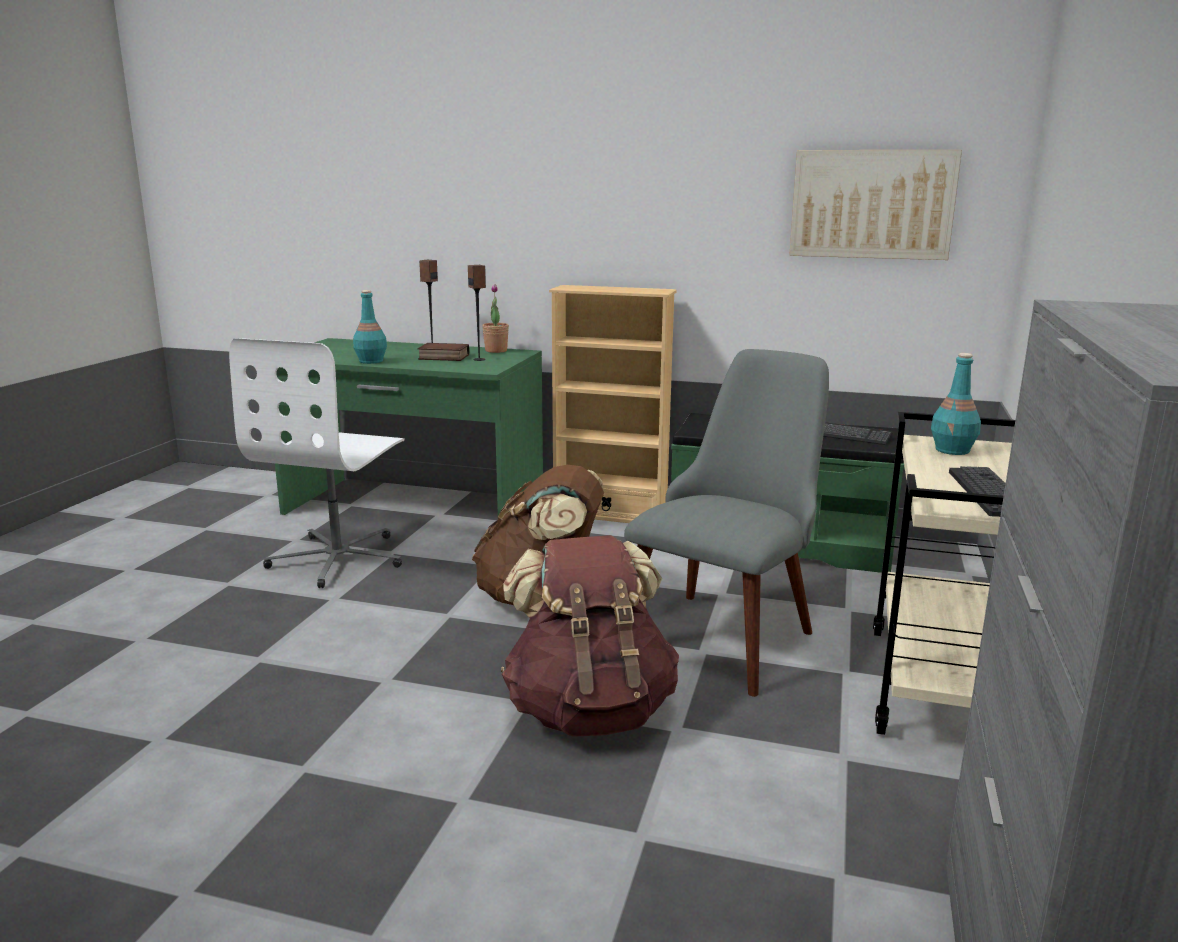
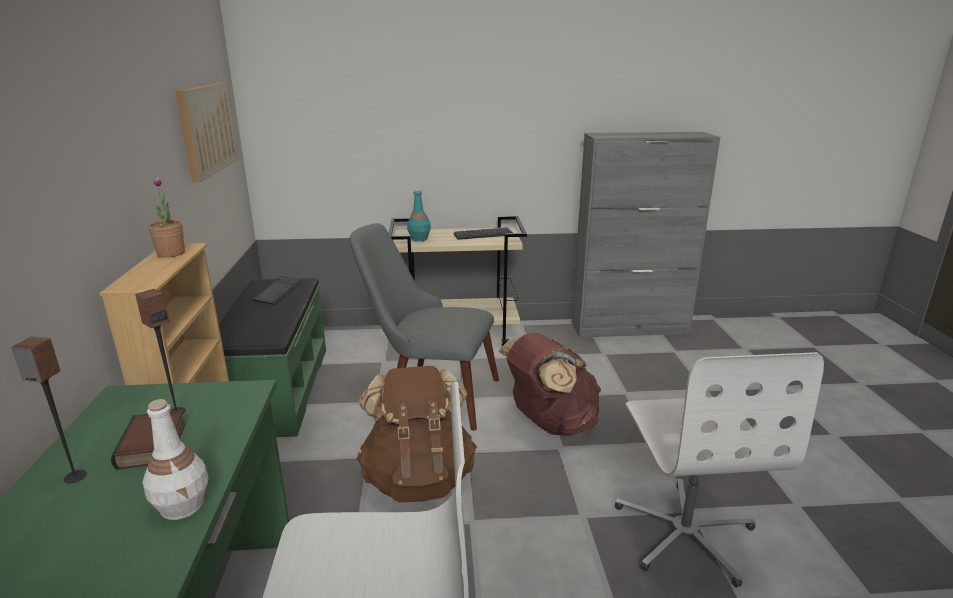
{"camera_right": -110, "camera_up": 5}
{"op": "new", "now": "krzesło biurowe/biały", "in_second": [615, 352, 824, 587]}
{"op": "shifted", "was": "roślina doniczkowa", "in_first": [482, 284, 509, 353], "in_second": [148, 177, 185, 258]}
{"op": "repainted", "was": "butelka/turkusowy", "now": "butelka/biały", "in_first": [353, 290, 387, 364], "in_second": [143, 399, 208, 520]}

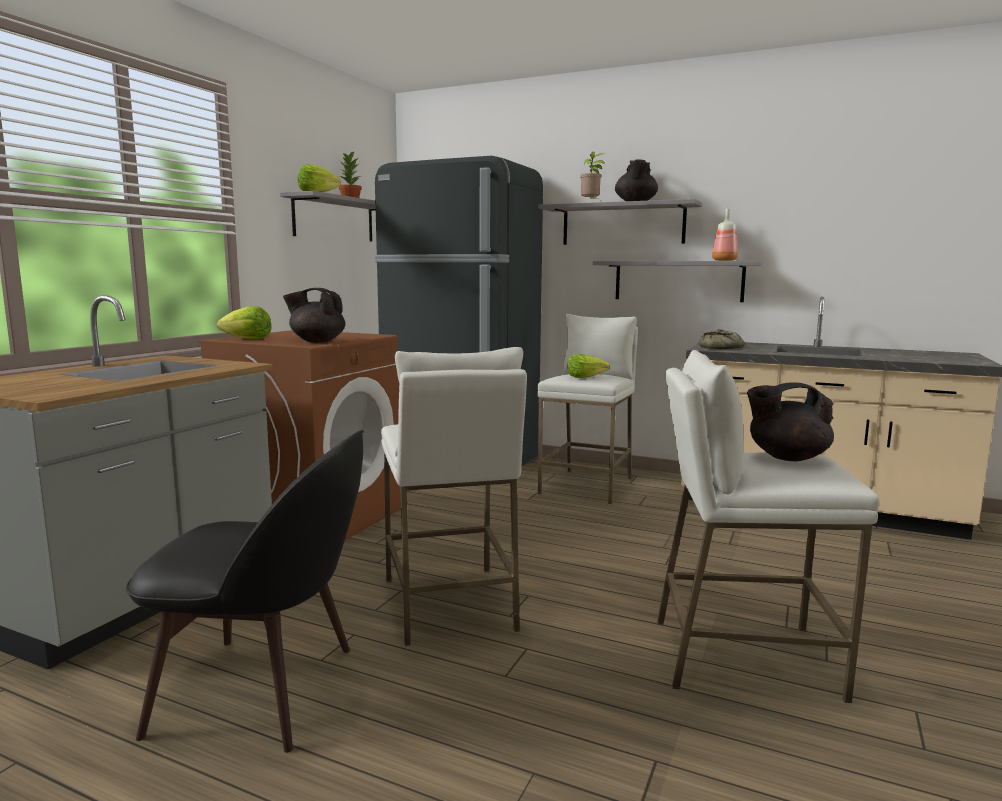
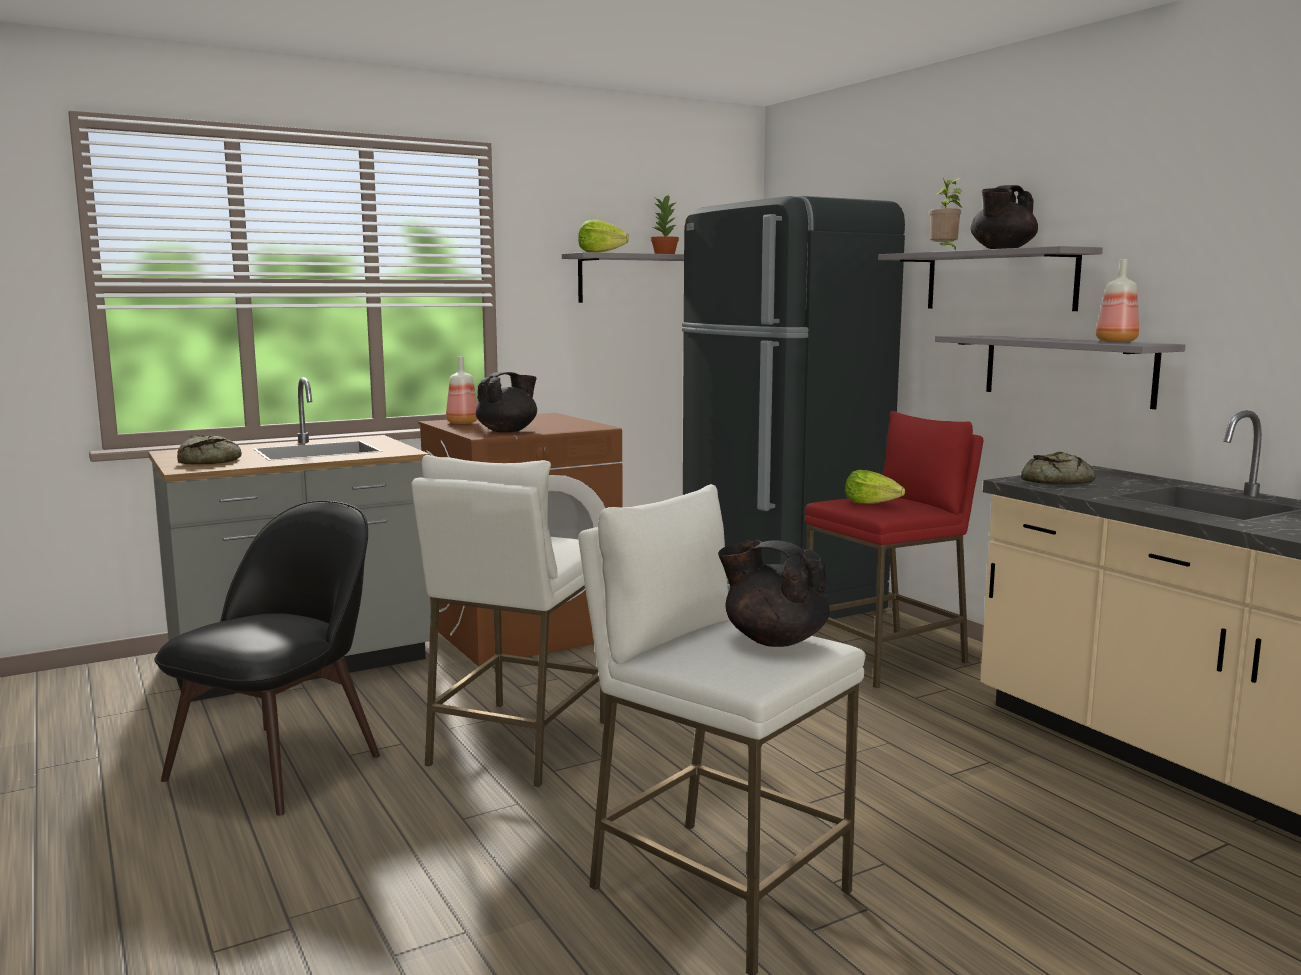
{"camera_right": 35, "camera_up": 0}
{"op": "new", "now": "chleb", "in_second": [177, 435, 241, 465]}
{"op": "swapped", "was": "sałata", "now": "butelka", "in_first": [217, 306, 272, 339], "in_second": [446, 356, 478, 424]}
{"op": "repainted", "was": "stołek/biały", "now": "stołek/czerwony", "in_first": [537, 314, 638, 504], "in_second": [805, 411, 983, 688]}
{"op": "rotated", "was": "krzesło/czarny", "in_first": [126, 430, 364, 753], "in_second": [154, 501, 380, 816], "clockwise": -105}
{"op": "rotated", "was": "imbryk/czarny", "in_first": [283, 288, 345, 343], "in_second": [476, 372, 537, 433], "clockwise": 90}

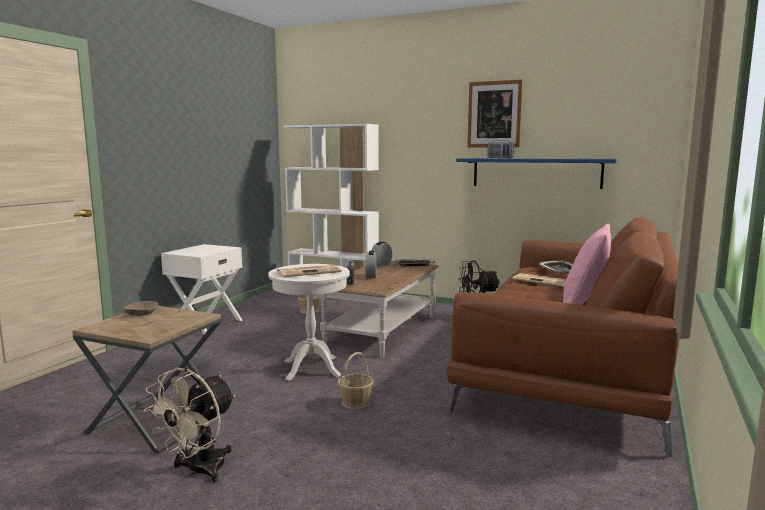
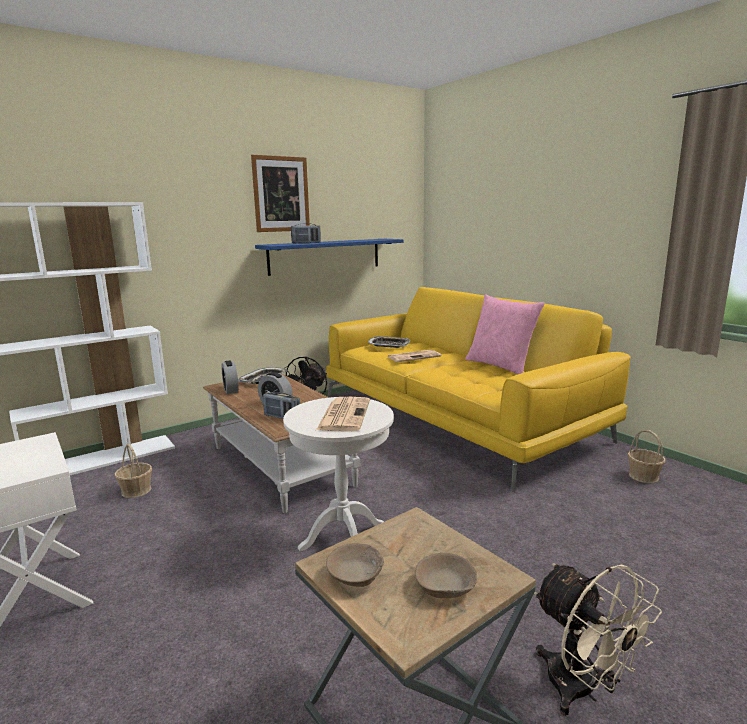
{"camera_right": -60, "camera_up": 5}
{"op": "new", "now": "miska/beżowy", "in_second": [415, 553, 477, 598]}
{"op": "shifted", "was": "koszyk", "in_first": [338, 352, 374, 409], "in_second": [628, 430, 666, 483]}
{"op": "repainted", "was": "kanapa/brązowy", "now": "kanapa/żółty", "in_first": [447, 217, 679, 457], "in_second": [326, 287, 631, 492]}

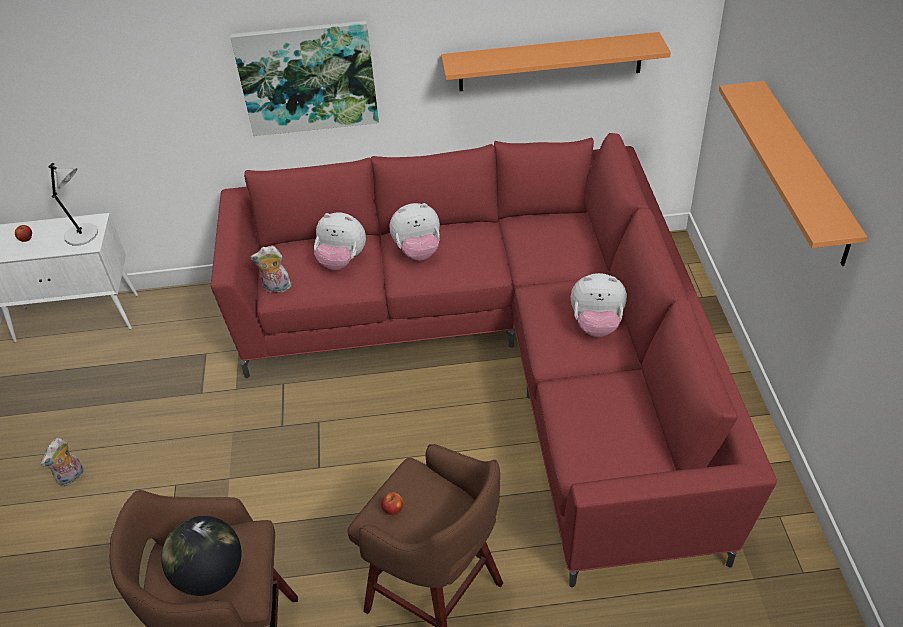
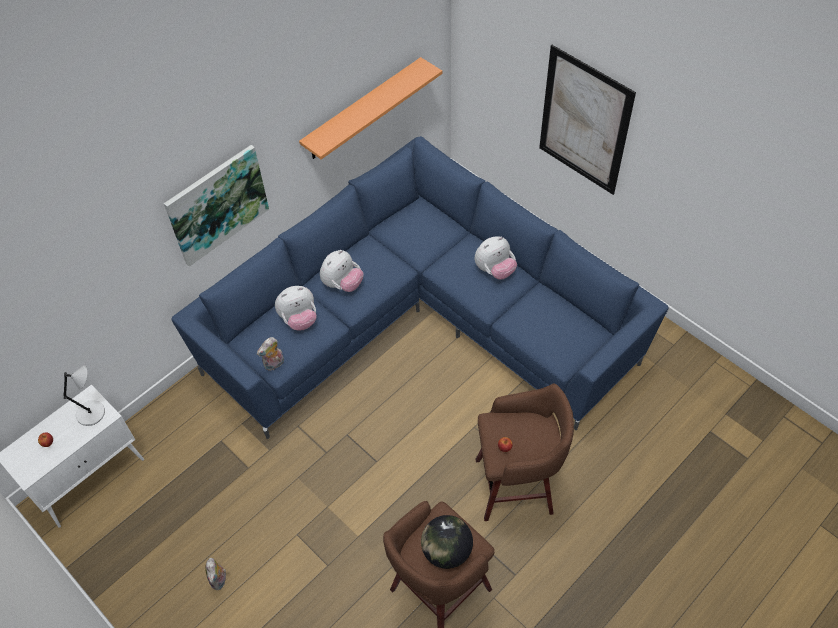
{"camera_right": -40, "camera_up": 10}
{"op": "swapped", "was": "półka/pomarańczowy", "now": "obraz", "in_first": [719, 81, 867, 266], "in_second": [539, 45, 636, 195]}
{"op": "repainted", "was": "kanapa/czerwony", "now": "kanapa/niebieski", "in_first": [211, 133, 777, 587], "in_second": [171, 136, 669, 439]}

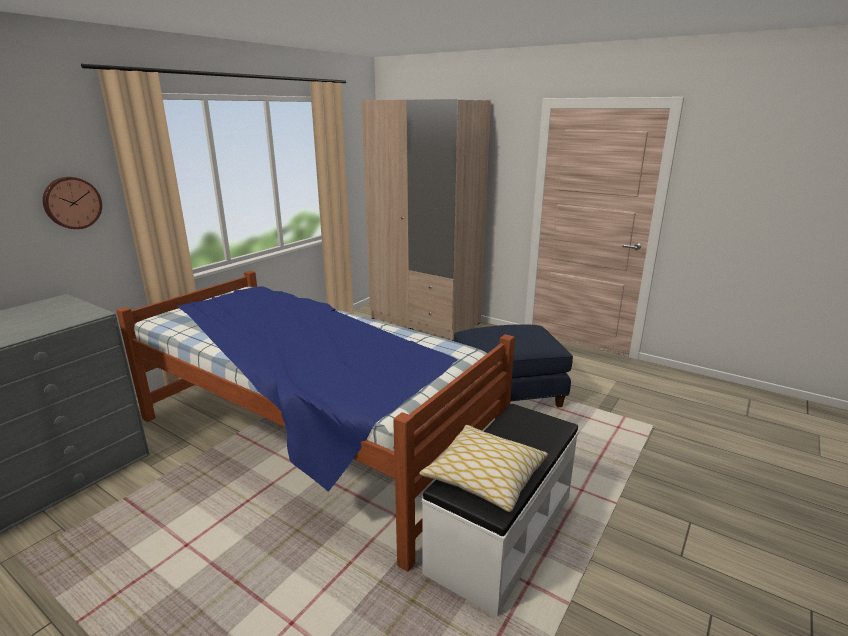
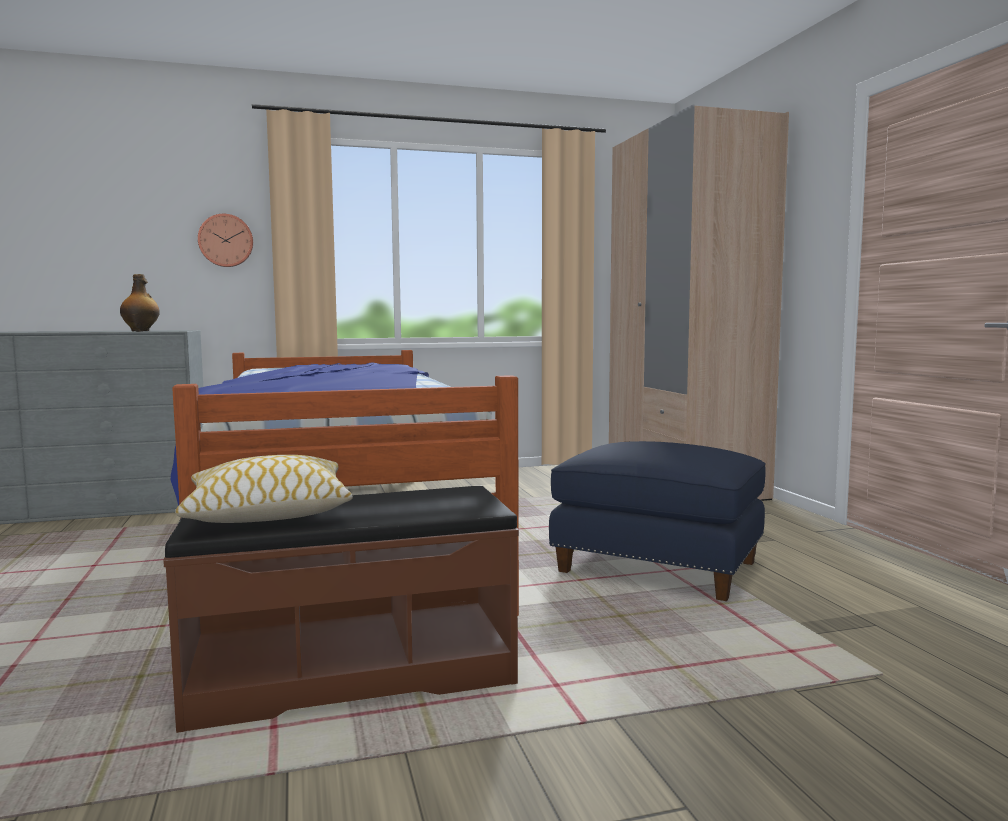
{"camera_right": 40, "camera_up": -15}
{"op": "new", "now": "butelka", "in_second": [120, 274, 160, 331]}
{"op": "repainted", "was": "ławka/biały", "now": "ławka/brązowy", "in_first": [422, 404, 579, 617], "in_second": [163, 486, 519, 733]}

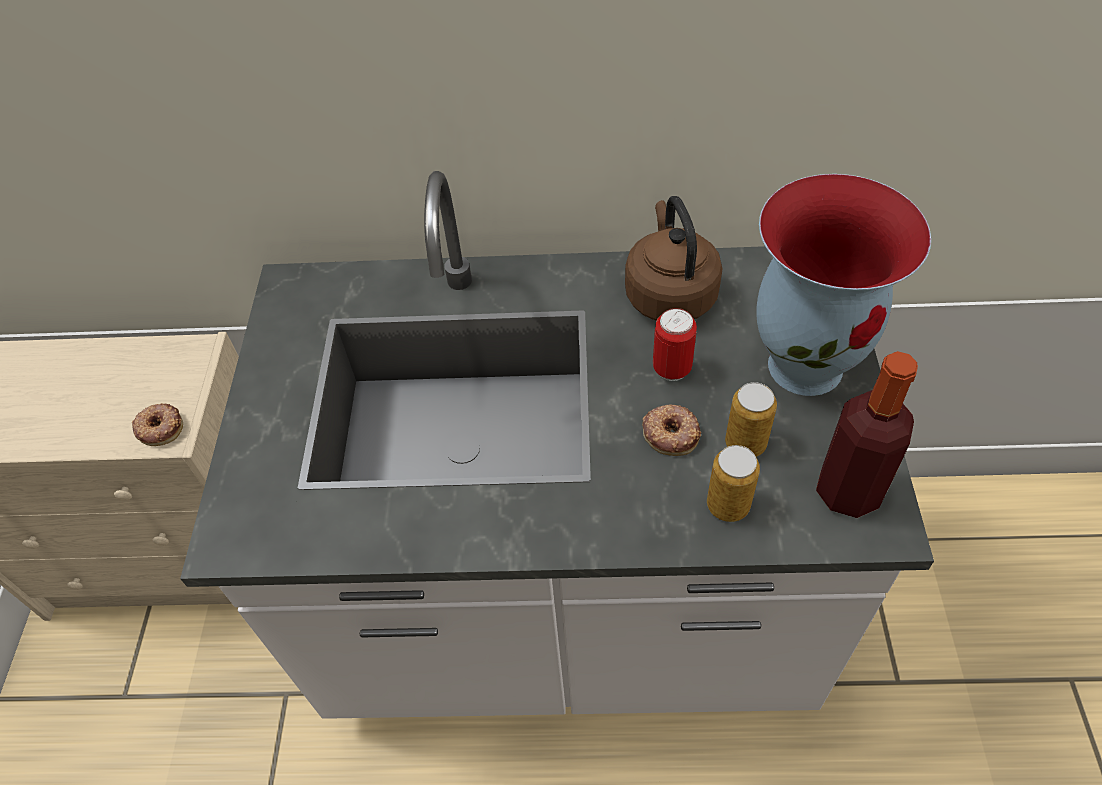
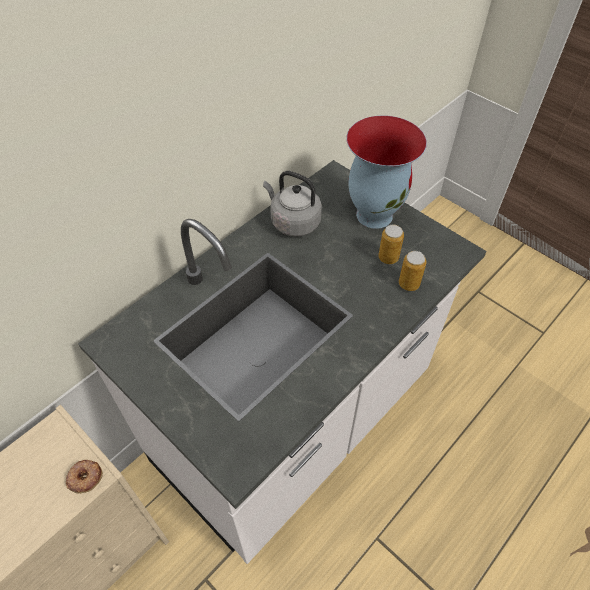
{"camera_right": -50, "camera_up": 0}
{"op": "gone", "was": "donut", "in_first": [642, 405, 701, 456]}
{"op": "gone", "was": "puszka", "in_first": [653, 308, 697, 381]}
{"op": "gone", "was": "butelka", "in_first": [816, 351, 918, 518]}
{"op": "repainted", "was": "czajnik/brązowy", "now": "czajnik/szary", "in_first": [625, 196, 722, 321], "in_second": [263, 171, 322, 237]}

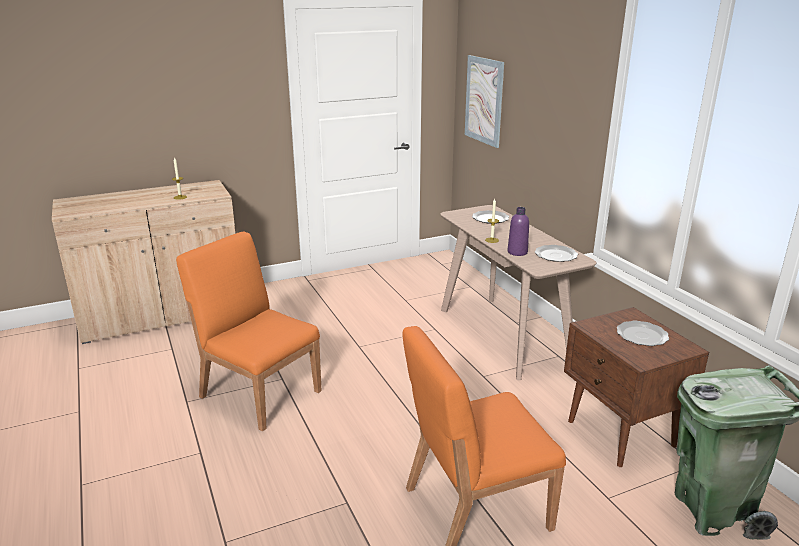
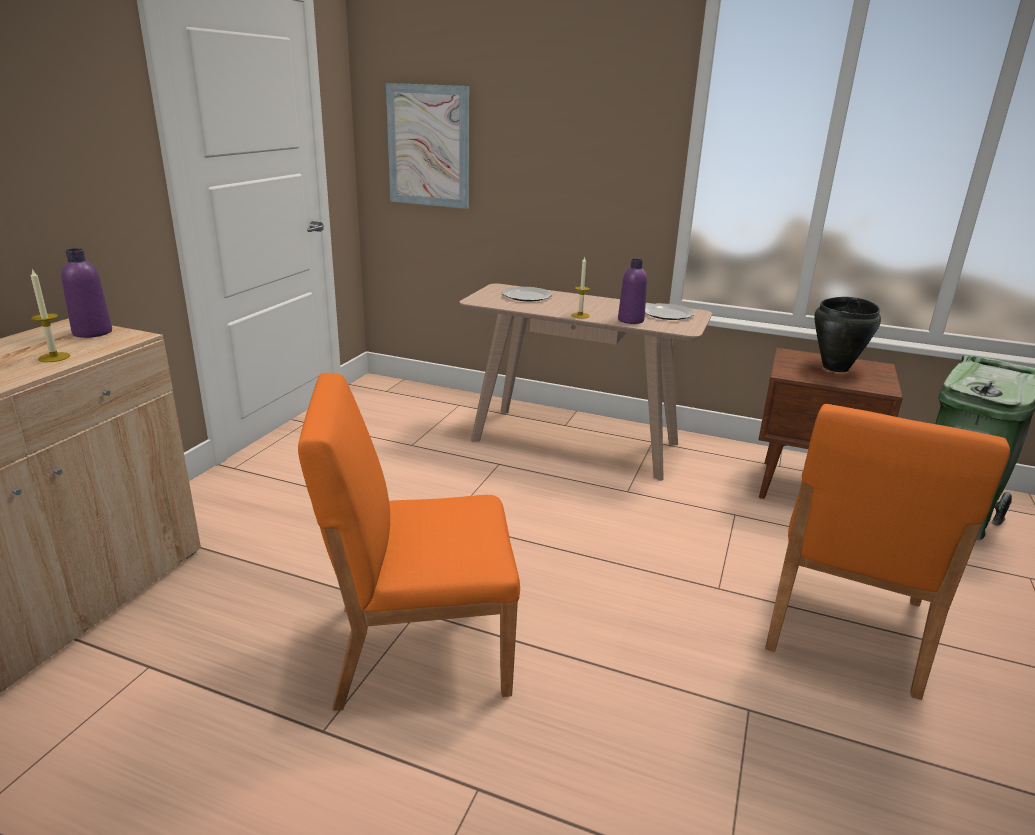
{"camera_right": -45, "camera_up": 0}
{"op": "new", "now": "butelka/fioletowy", "in_second": [61, 248, 112, 338]}
{"op": "swapped", "was": "talerz", "now": "garnek/czarny", "in_first": [617, 321, 669, 346], "in_second": [814, 297, 881, 372]}

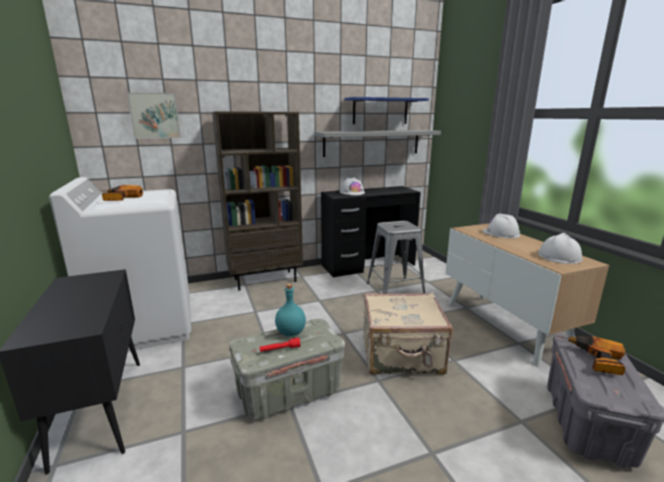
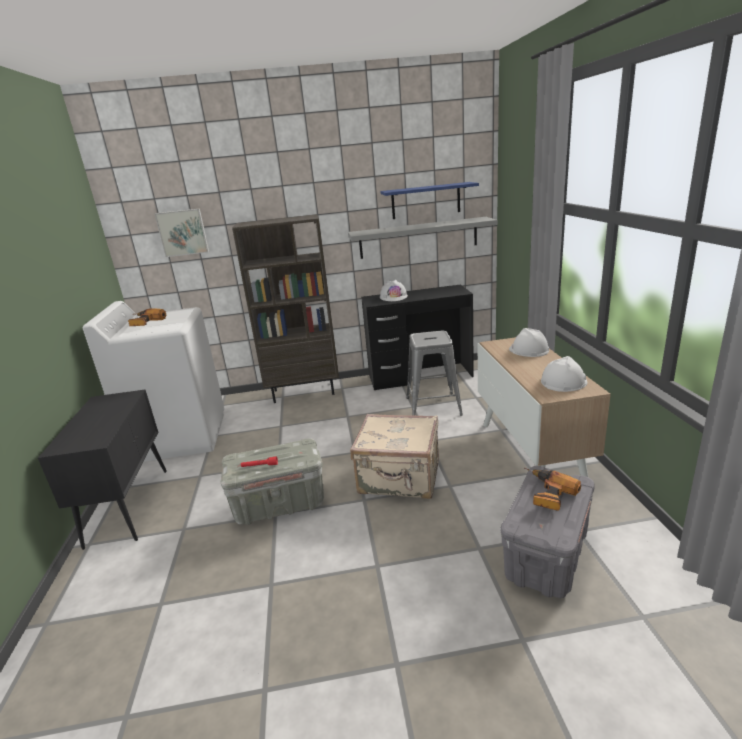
{"camera_right": 15, "camera_up": 5}
{"op": "gone", "was": "butelka/turkusowy", "in_first": [275, 283, 306, 336]}

